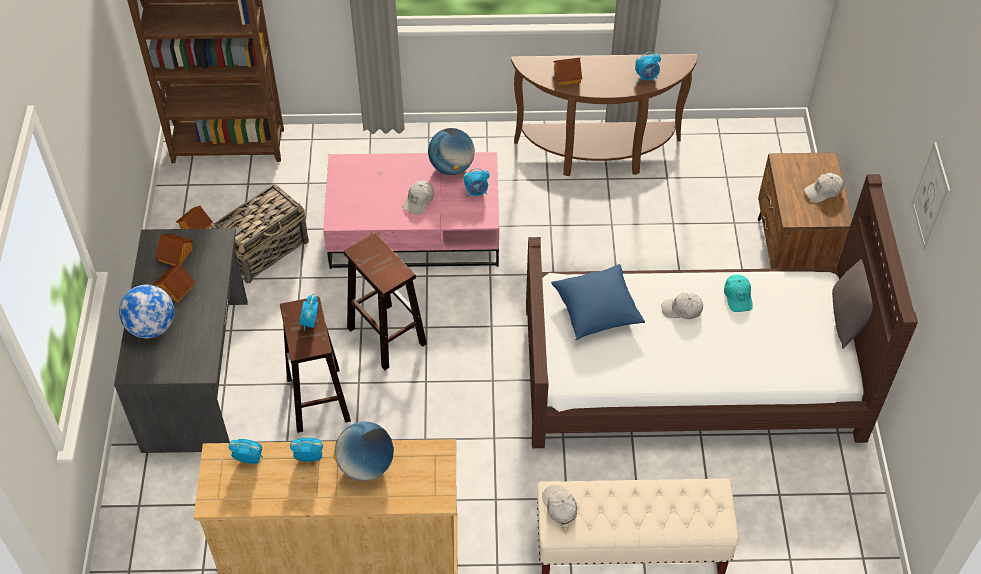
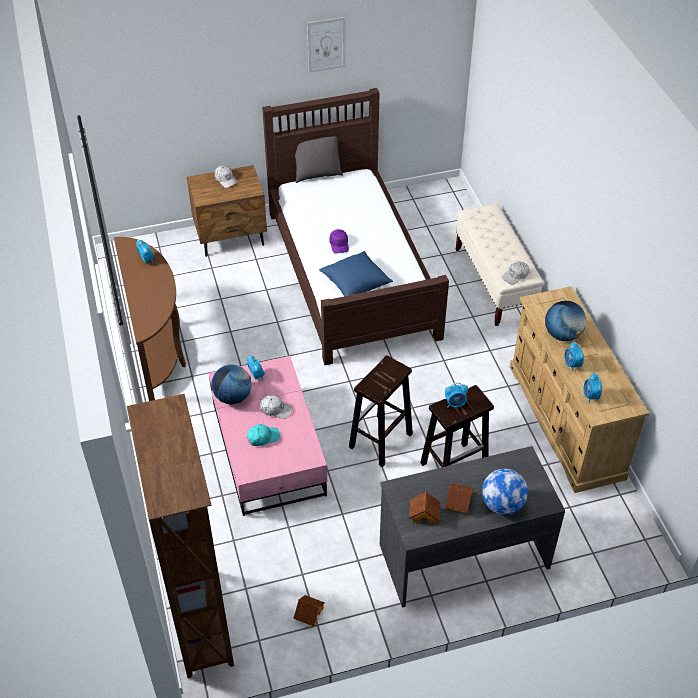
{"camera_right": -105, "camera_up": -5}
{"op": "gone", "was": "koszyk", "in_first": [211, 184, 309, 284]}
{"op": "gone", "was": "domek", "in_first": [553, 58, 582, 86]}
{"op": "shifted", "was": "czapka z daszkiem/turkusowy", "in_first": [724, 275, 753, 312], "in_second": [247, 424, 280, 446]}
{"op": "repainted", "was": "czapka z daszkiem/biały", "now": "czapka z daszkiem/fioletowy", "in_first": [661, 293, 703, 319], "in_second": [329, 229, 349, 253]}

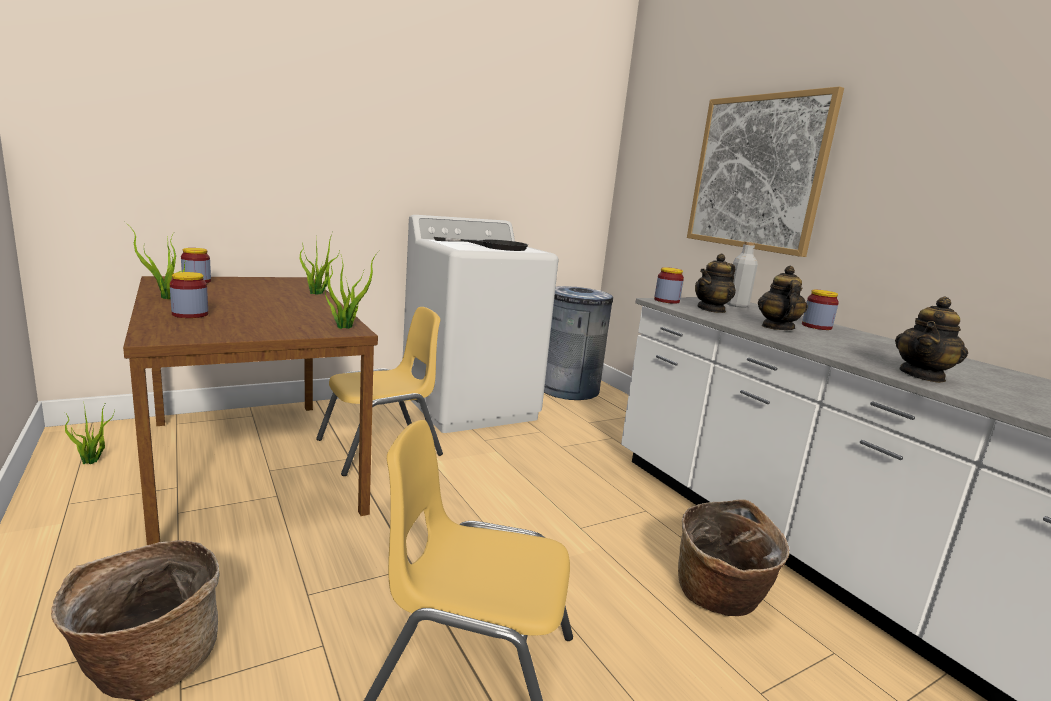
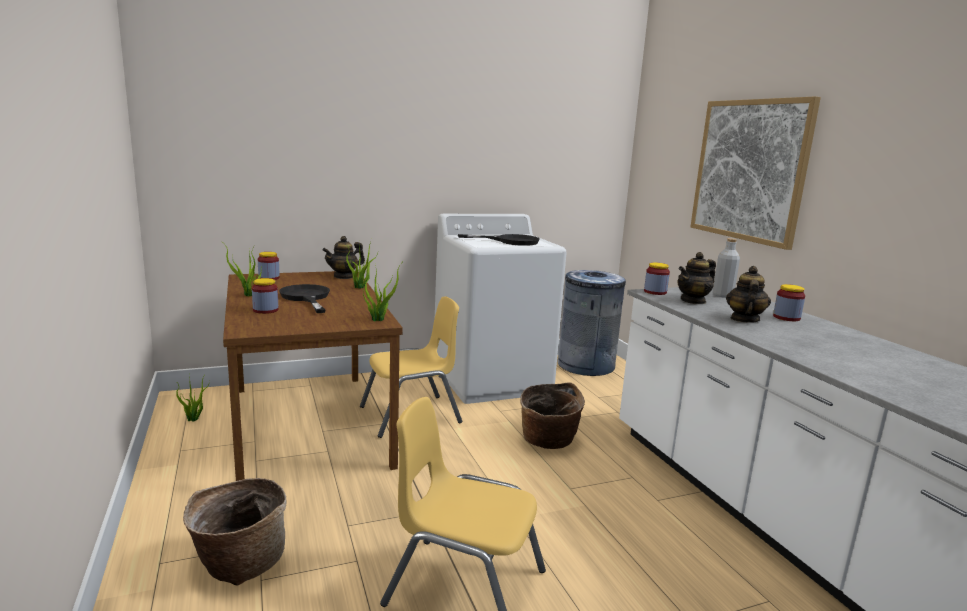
{"camera_right": 10, "camera_up": 0}
{"op": "new", "now": "patelnia/czarny", "in_second": [279, 284, 330, 313]}
{"op": "shifted", "was": "koszyk", "in_first": [678, 499, 789, 616], "in_second": [520, 383, 585, 449]}
{"op": "shifted", "was": "imbryk", "in_first": [895, 297, 968, 383], "in_second": [322, 236, 365, 279]}

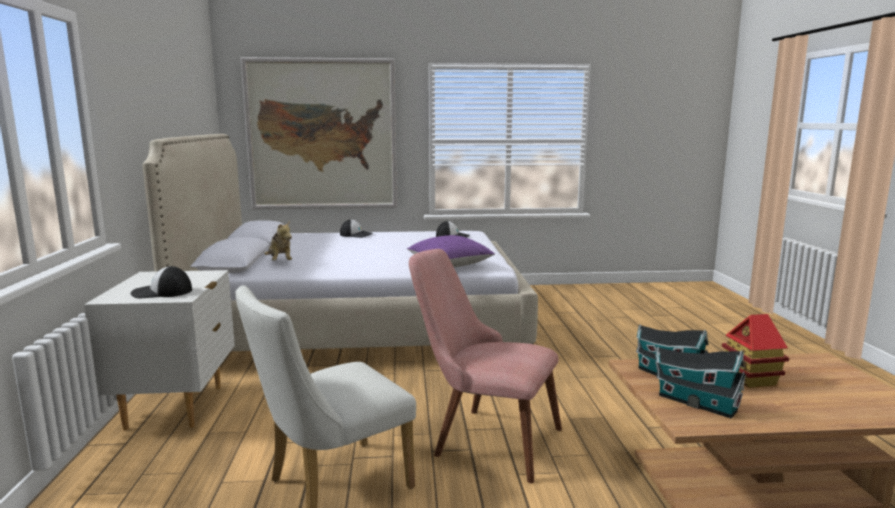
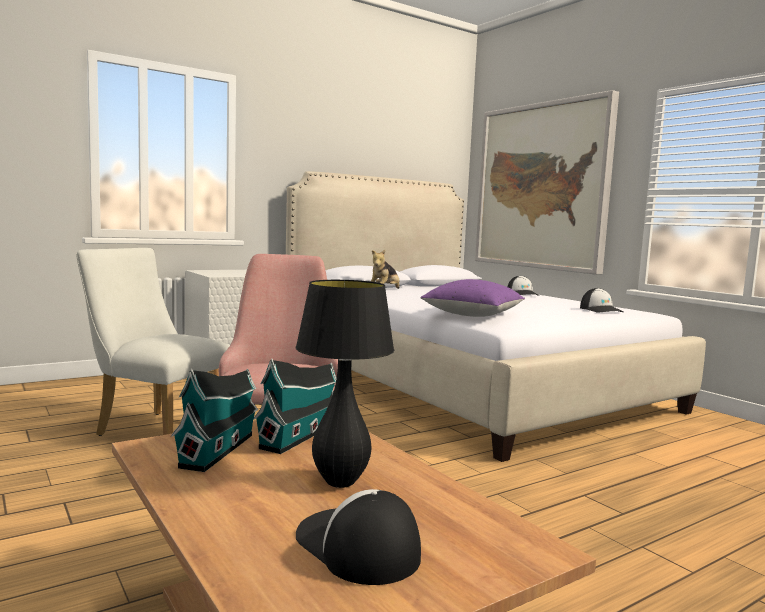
{"camera_right": 60, "camera_up": -5}
{"op": "shifted", "was": "czapka z daszkiem", "in_first": [131, 266, 192, 298], "in_second": [296, 489, 421, 585]}
{"op": "swapped", "was": "domek", "now": "lampa stołowa/czarny", "in_first": [722, 314, 789, 388], "in_second": [296, 280, 394, 488]}

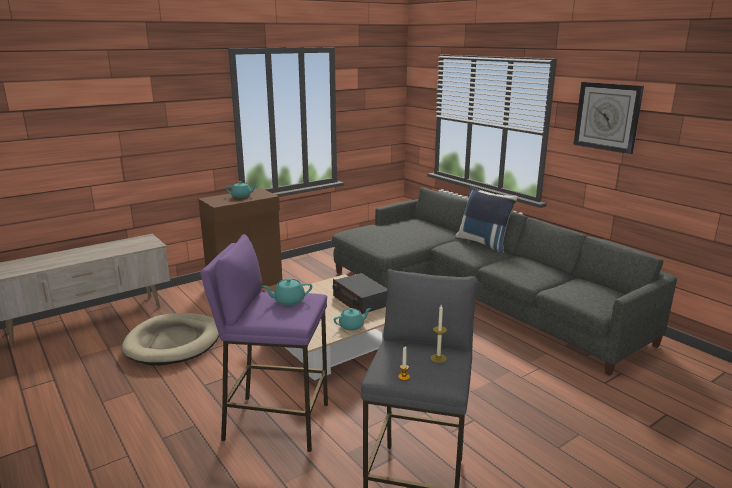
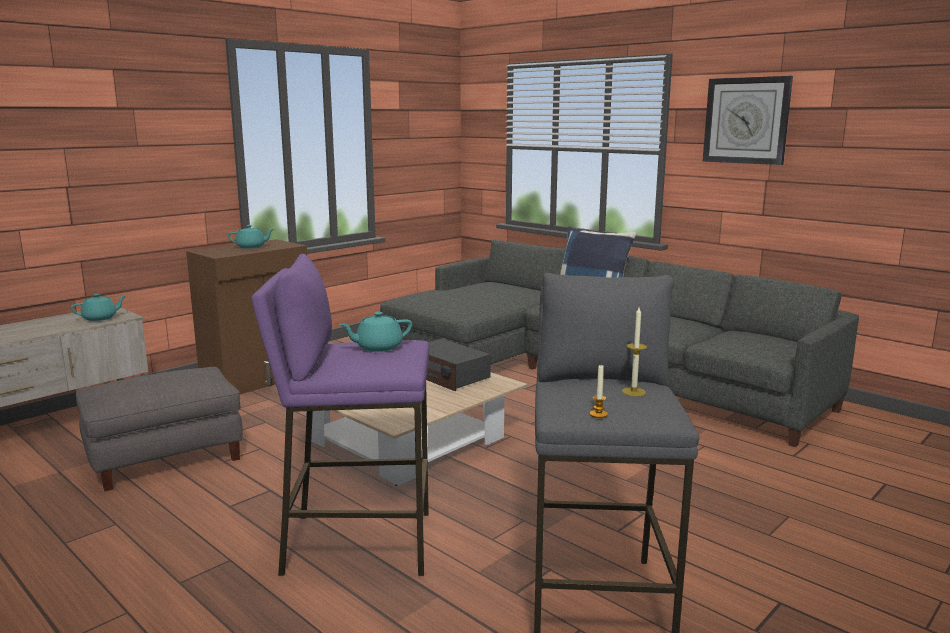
{"camera_right": -10, "camera_up": -5}
{"op": "shifted", "was": "imbryk/turkusowy", "in_first": [334, 308, 371, 330], "in_second": [71, 294, 127, 321]}
{"op": "swapped", "was": "legowisko/beżowy", "now": "pufa/szary", "in_first": [122, 313, 219, 366], "in_second": [76, 367, 243, 491]}

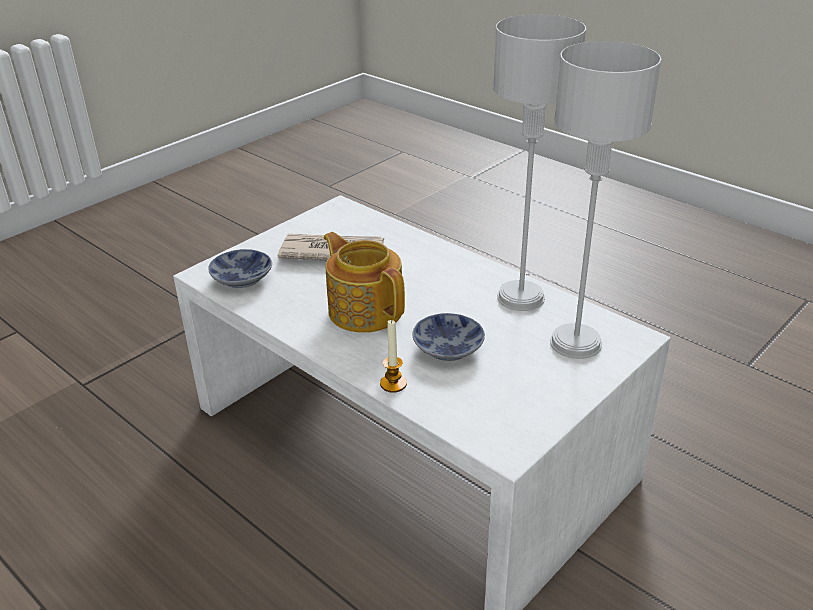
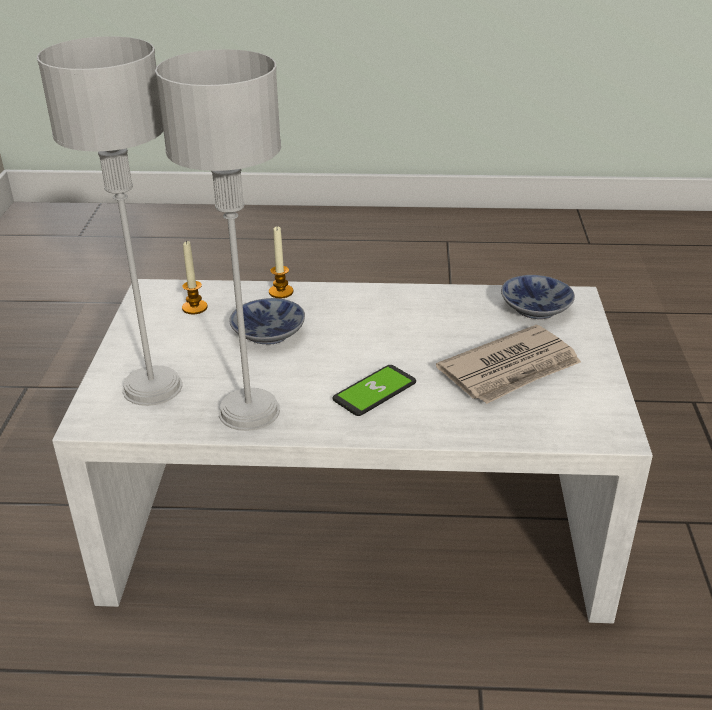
{"camera_right": 140, "camera_up": 0}
{"op": "gone", "was": "imbryk", "in_first": [324, 232, 405, 333]}
{"op": "new", "now": "świeca", "in_second": [182, 241, 208, 314]}
{"op": "new", "now": "telefon", "in_second": [332, 365, 416, 416]}

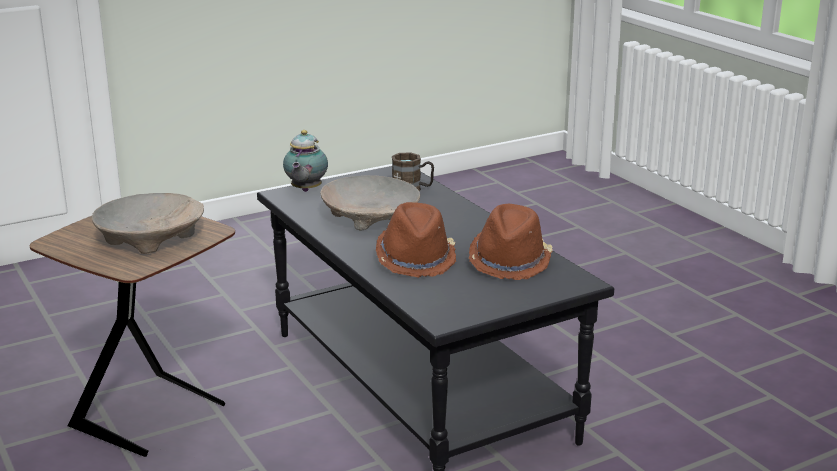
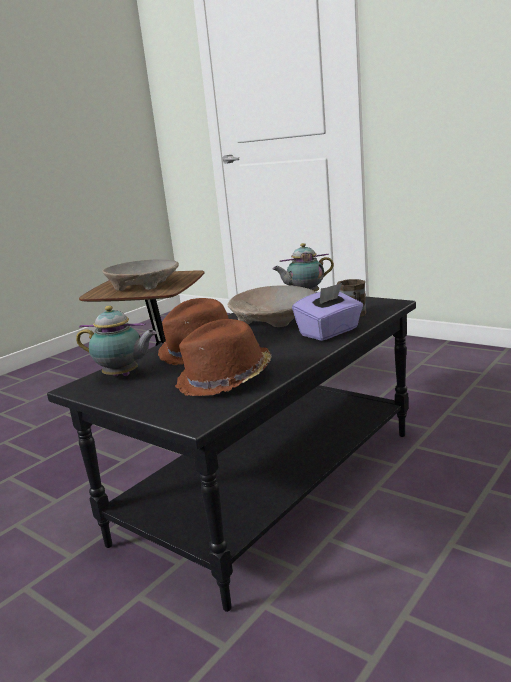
{"camera_right": 70, "camera_up": -5}
{"op": "new", "now": "imbryk", "in_second": [76, 306, 157, 376]}
{"op": "new", "now": "pudełko chusteczek/fioletowy", "in_second": [292, 283, 363, 341]}

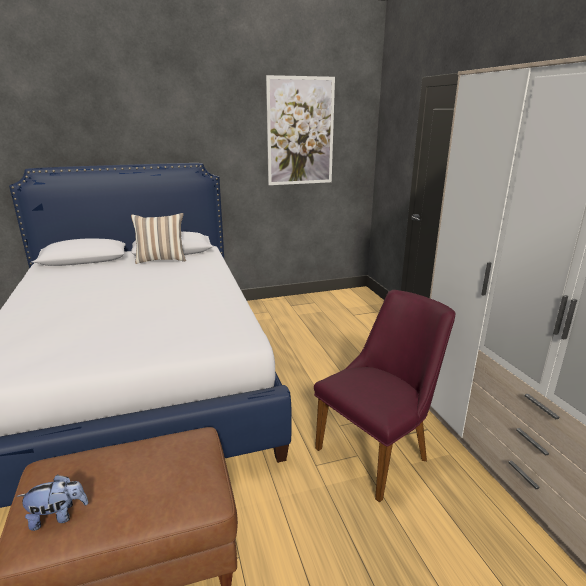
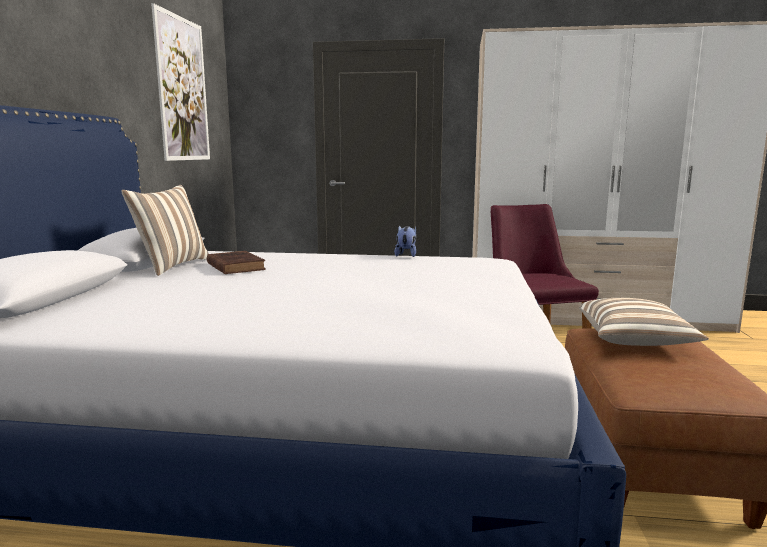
{"camera_right": -65, "camera_up": -10}
{"op": "new", "now": "książka/brązowy", "in_second": [207, 251, 266, 274]}
{"op": "new", "now": "poduszka", "in_second": [579, 298, 709, 346]}
{"op": "shifted", "was": "pluszak", "in_first": [17, 474, 88, 531], "in_second": [394, 225, 417, 257]}

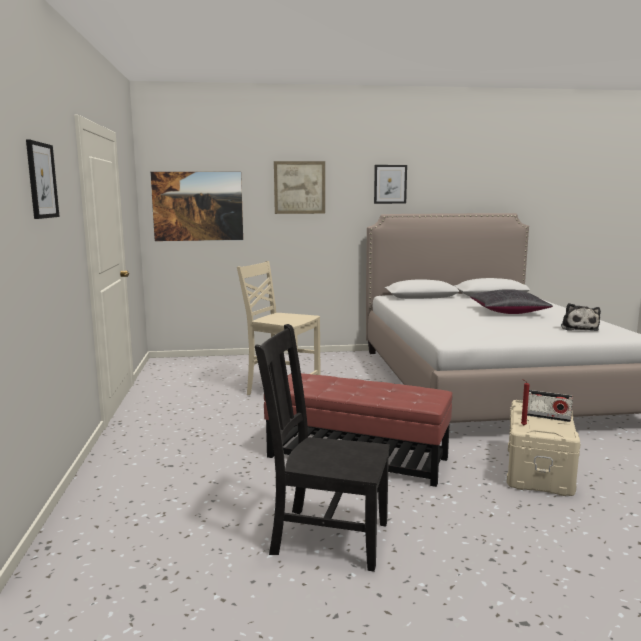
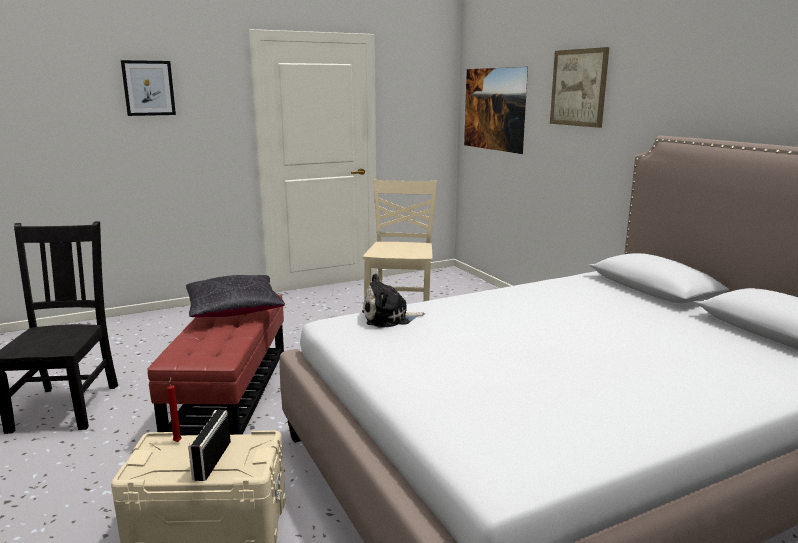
{"camera_right": 70, "camera_up": 5}
{"op": "gone", "was": "obraz", "in_first": [374, 165, 407, 204]}
{"op": "shifted", "was": "poduszka/czarny", "in_first": [470, 289, 553, 314], "in_second": [186, 275, 285, 317]}
{"op": "shifted", "was": "pluszak", "in_first": [561, 303, 601, 331], "in_second": [362, 274, 425, 328]}

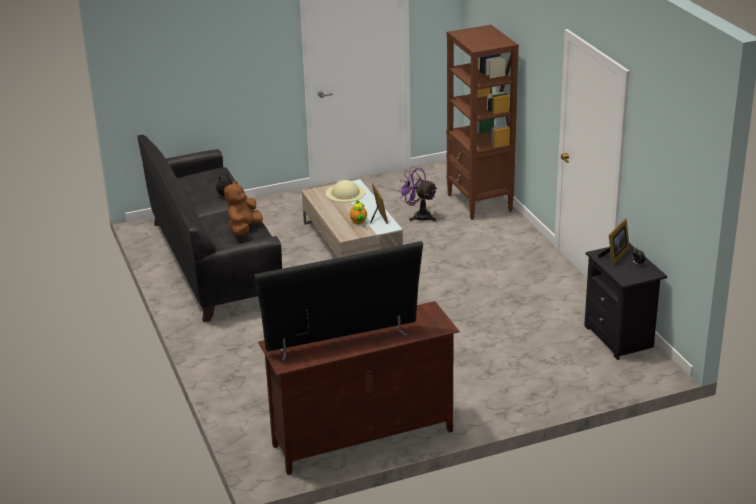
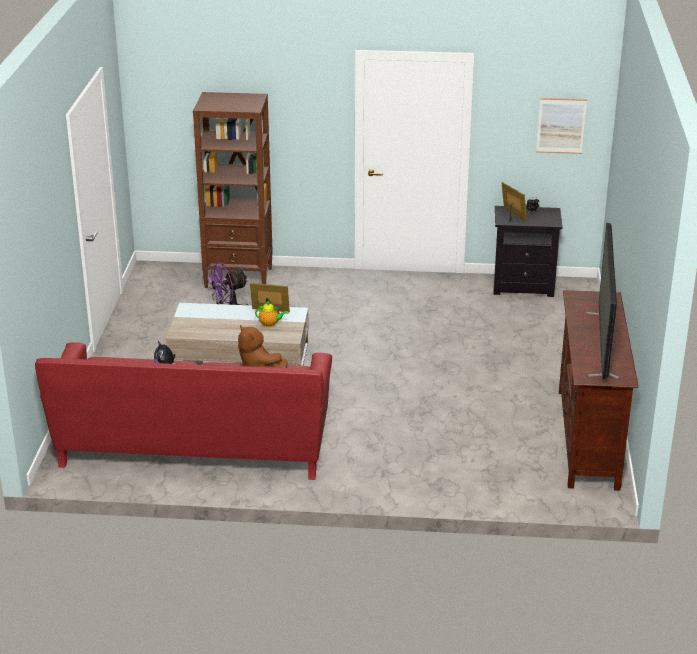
{"camera_right": -65, "camera_up": 0}
{"op": "gone", "was": "kapelusz/beżowy", "in_first": [326, 180, 365, 202]}
{"op": "new", "now": "obraz", "in_second": [536, 98, 587, 154]}
{"op": "repainted", "was": "kanapa/czarny", "now": "kanapa/czerwony", "in_first": [137, 135, 282, 322], "in_second": [35, 342, 332, 480]}

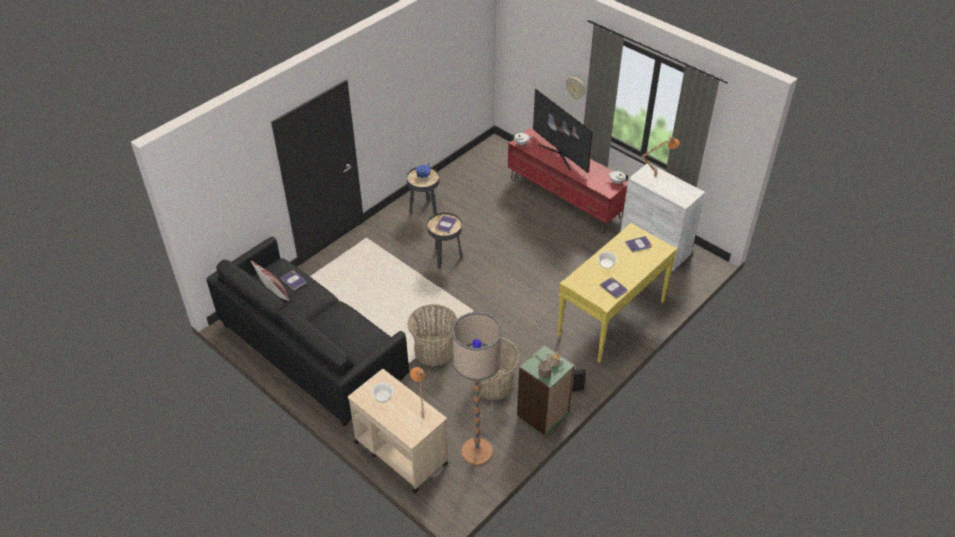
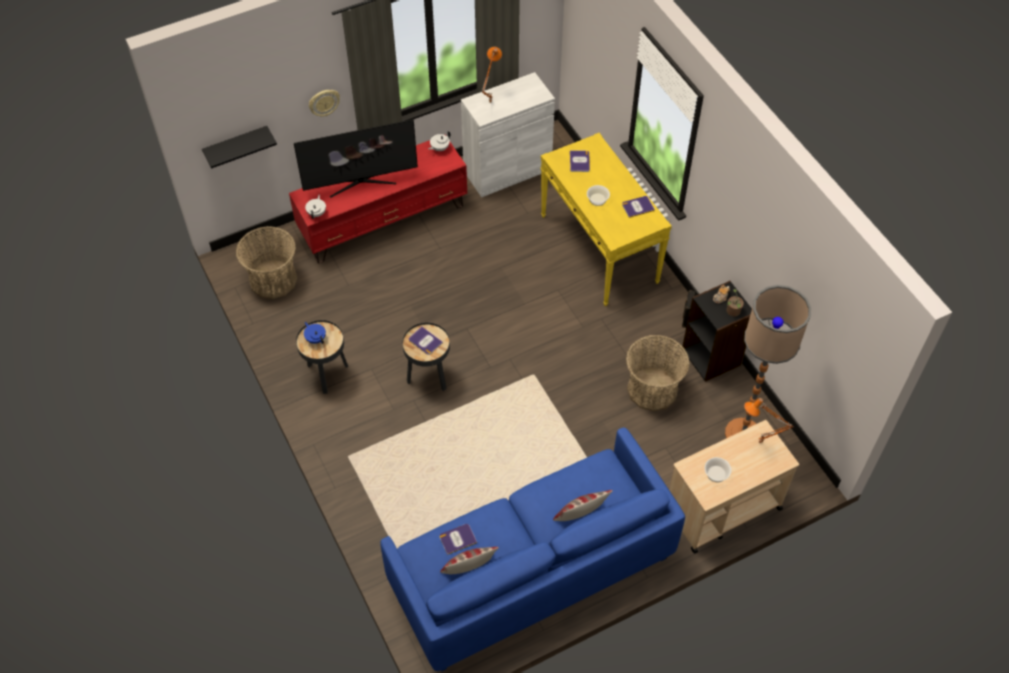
{"camera_right": -70, "camera_up": 10}
{"op": "new", "now": "półka/czarny", "in_second": [202, 126, 277, 168]}
{"op": "new", "now": "poduszka", "in_second": [553, 490, 613, 521]}
{"op": "shifted", "was": "koszyk", "in_first": [407, 304, 458, 366], "in_second": [236, 226, 297, 299]}
{"op": "repainted", "was": "kanapa/czarny", "now": "kanapa/niebieski", "in_first": [206, 237, 409, 426], "in_second": [380, 427, 685, 672]}
{"op": "repainted", "was": "regał/zielony", "now": "regał/czarny", "in_first": [517, 345, 575, 436], "in_second": [683, 281, 752, 382]}

